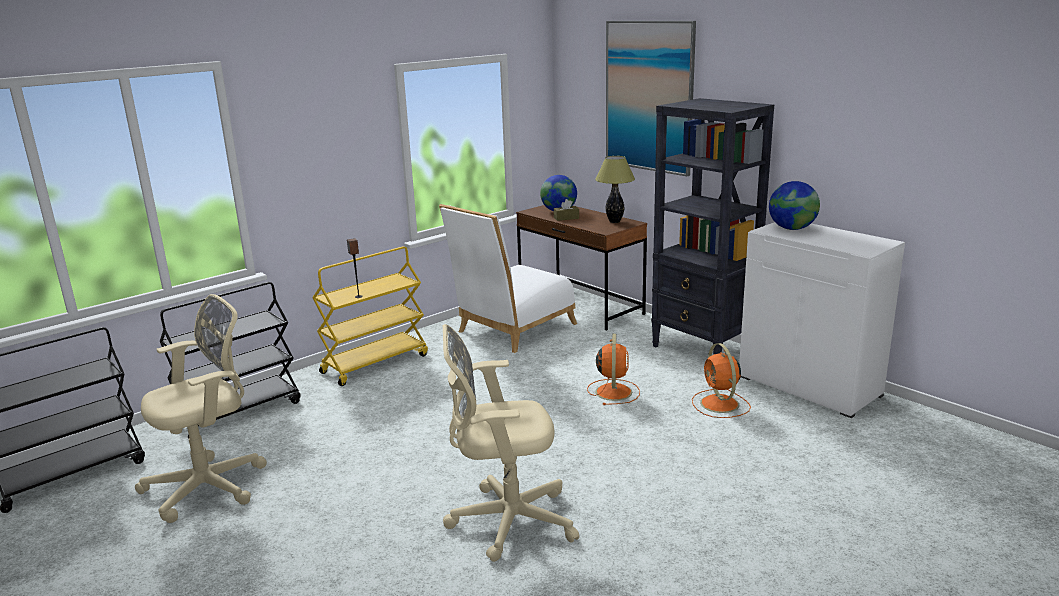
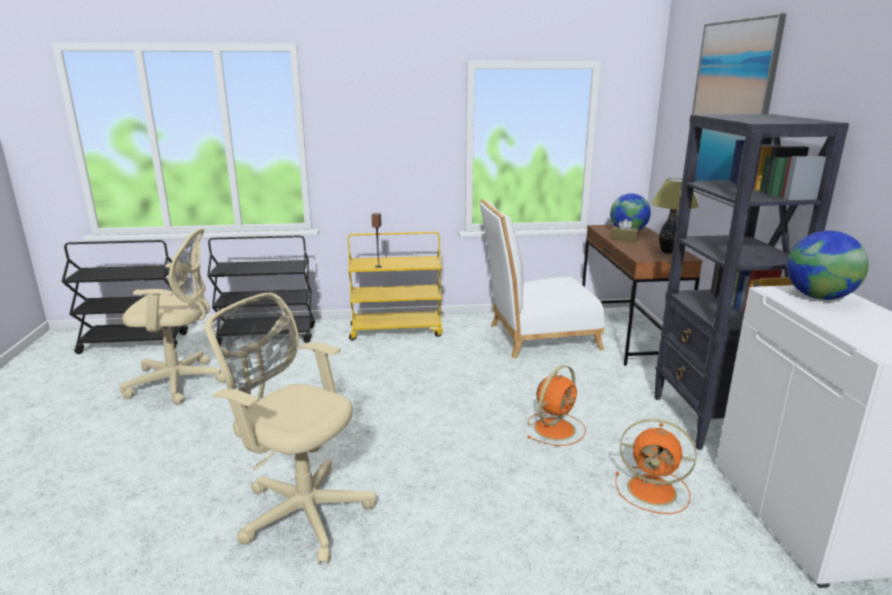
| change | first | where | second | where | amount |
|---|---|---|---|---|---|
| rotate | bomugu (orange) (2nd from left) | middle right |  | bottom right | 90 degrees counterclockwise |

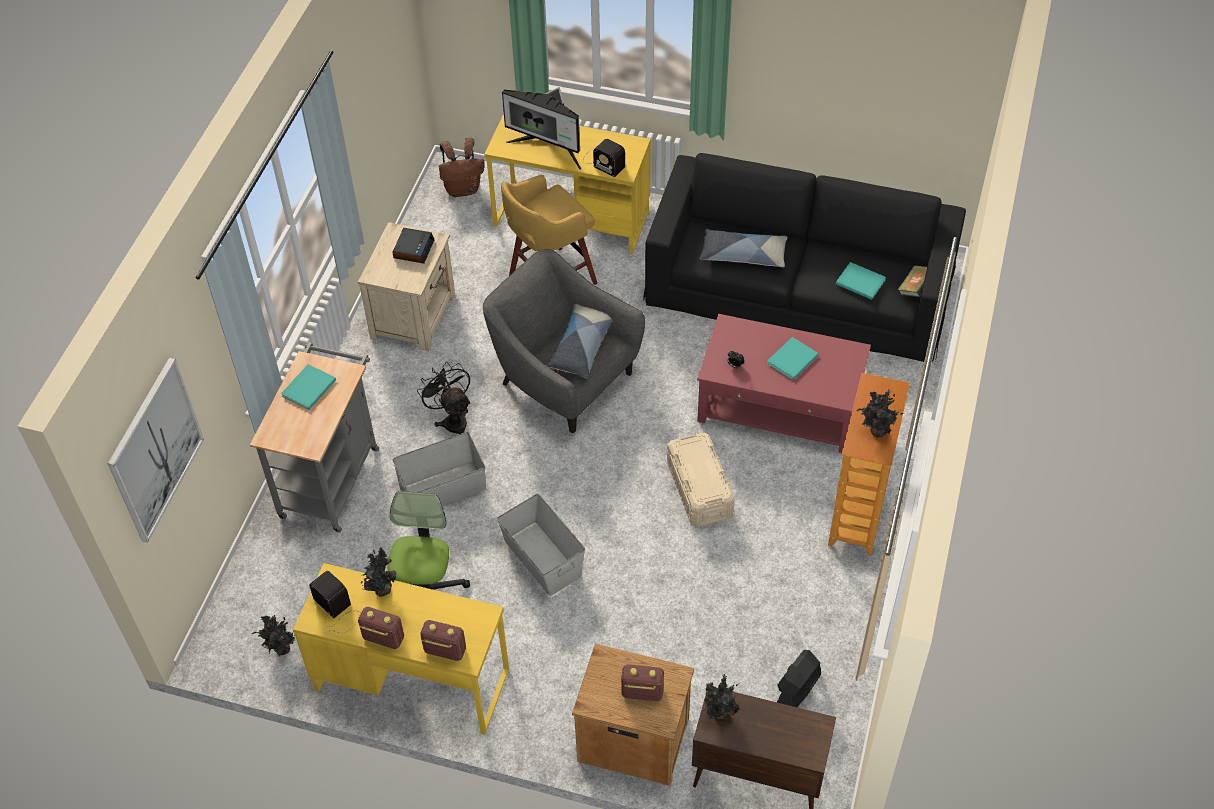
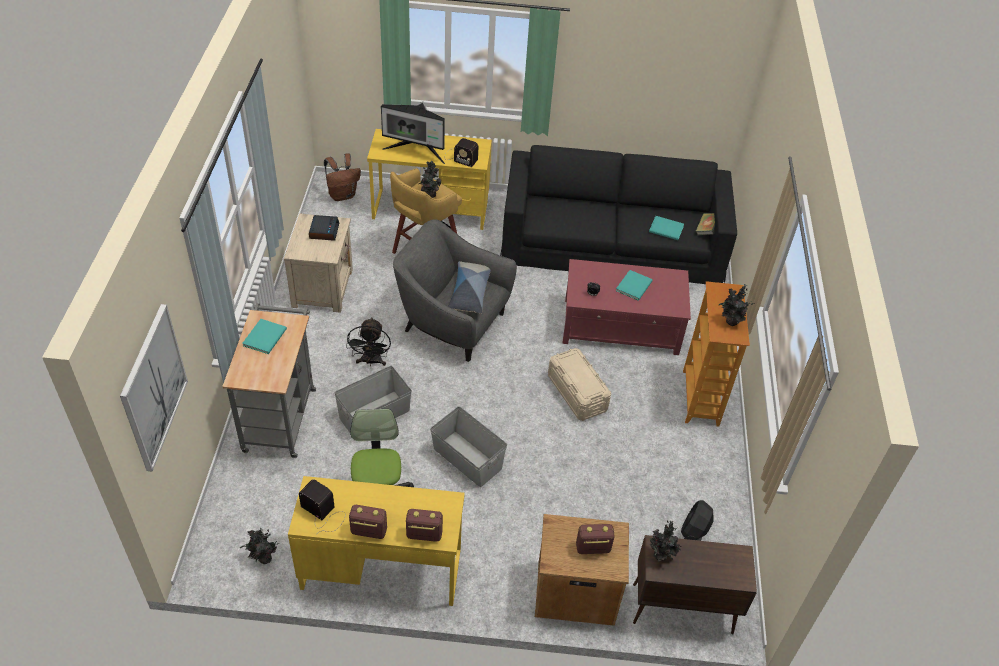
| change | first | where | second | where | amount |
|---|---|---|---|---|---|
| rotate | bomugu (black) (1st from left) | centre |  | centre | 135 degrees counterclockwise |
| move | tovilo (2nd from left) | bottom left |  | top centre |  |
| delete | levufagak (2nd from left) | top centre |  |  |  |

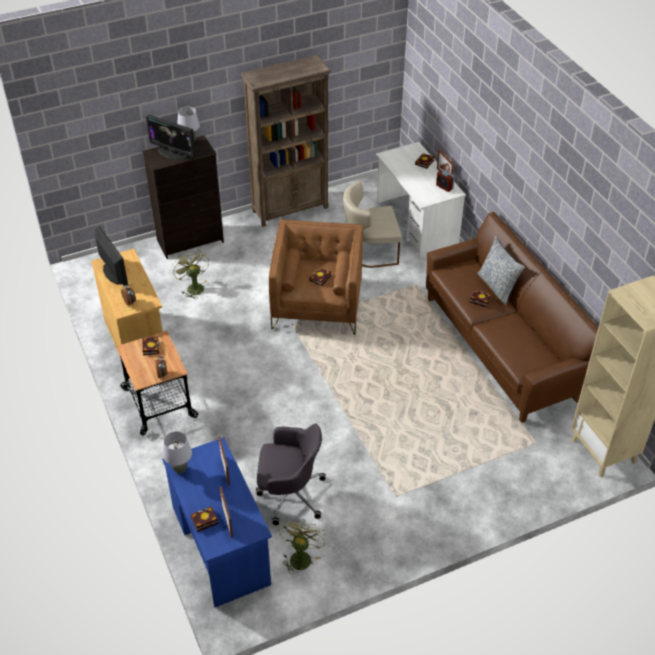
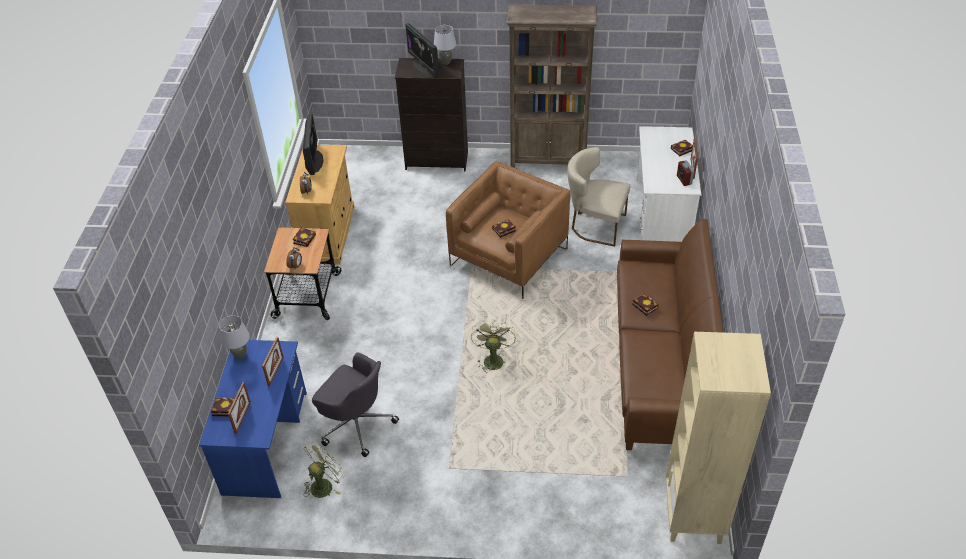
| change | first | where | second | where | amount |
|---|---|---|---|---|---|
| move | bomugu (green) (1st from left in the first image) | middle left | bomugu (green) (2nd from left) | centre |  |
| delete | levufagak | middle right |  |  |  |

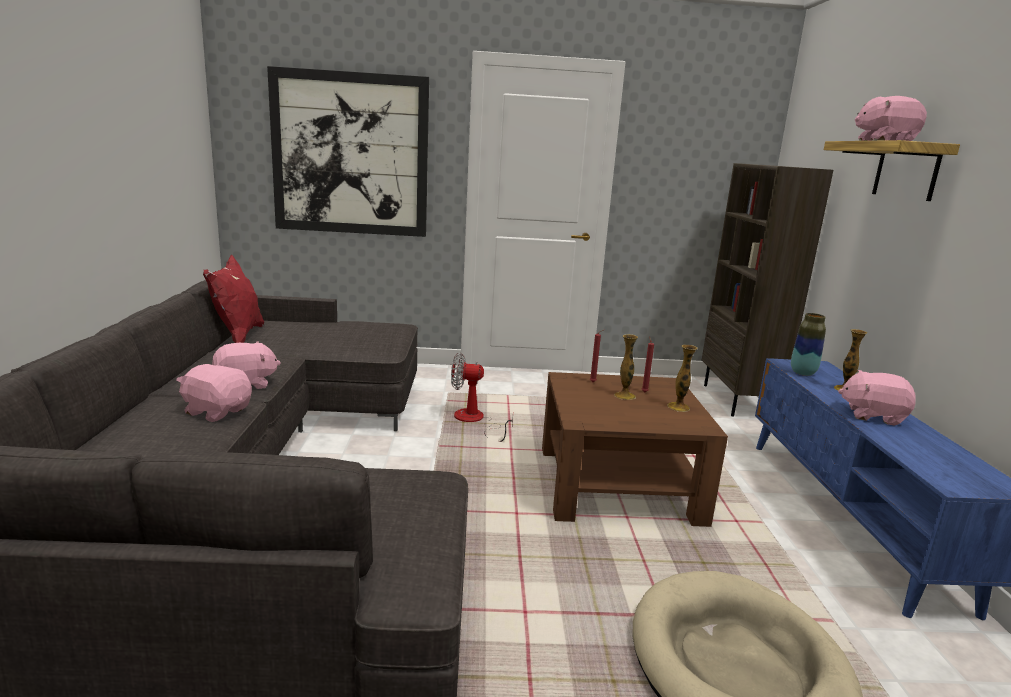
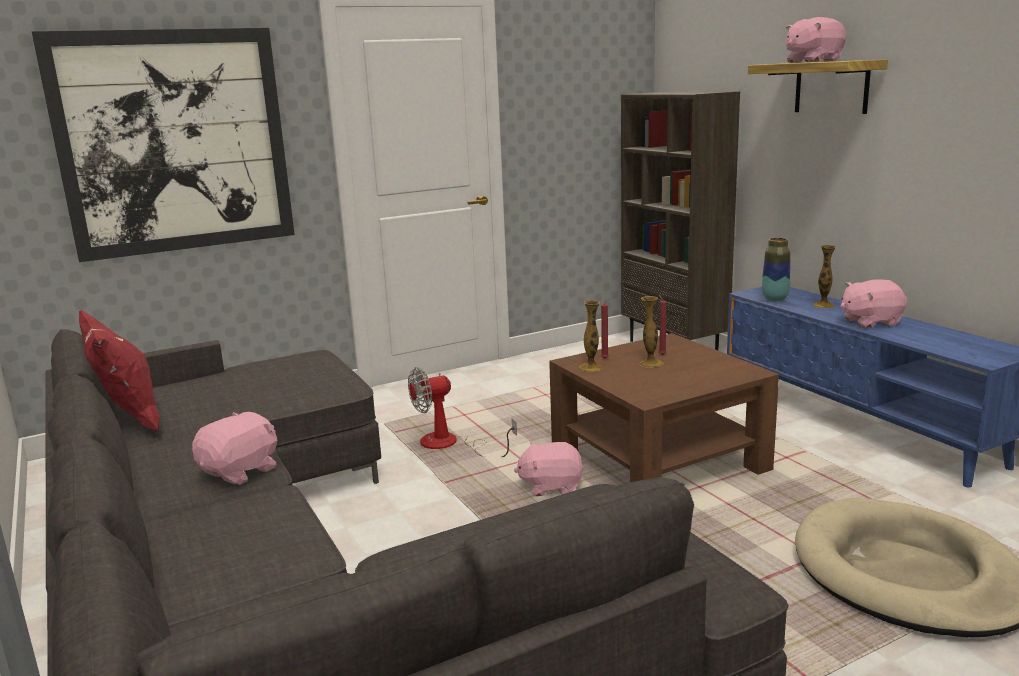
| change | first | where | second | where | amount |
|---|---|---|---|---|---|
| move | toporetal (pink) (1st from left in the first image) | middle left | toporetal (pink) (2nd from left) | bottom centre |  |
| move | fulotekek (2nd from left in the first image) | middle right | fulotekek (1st from left) | centre |  |

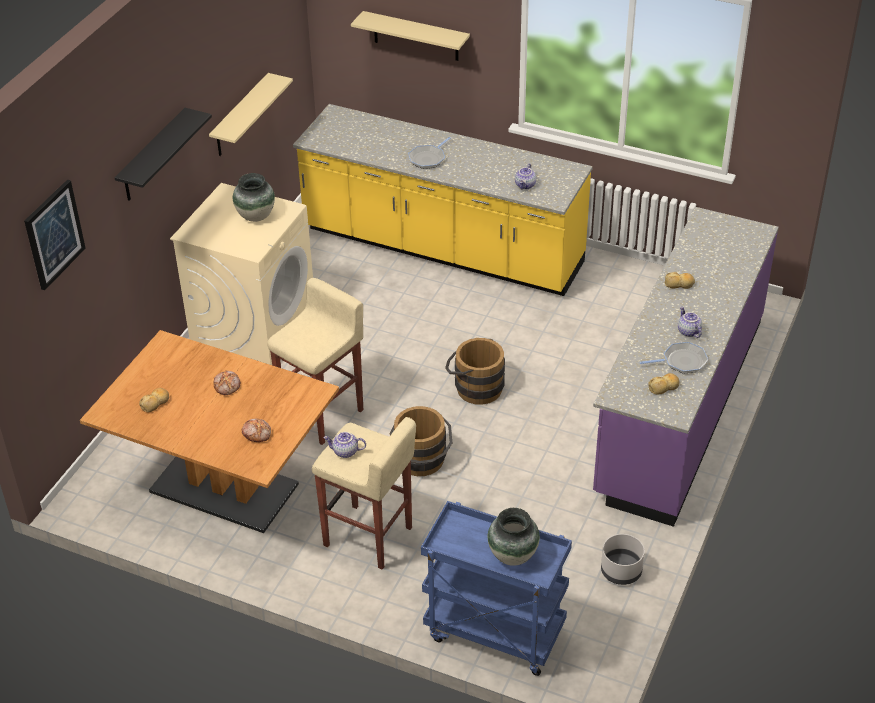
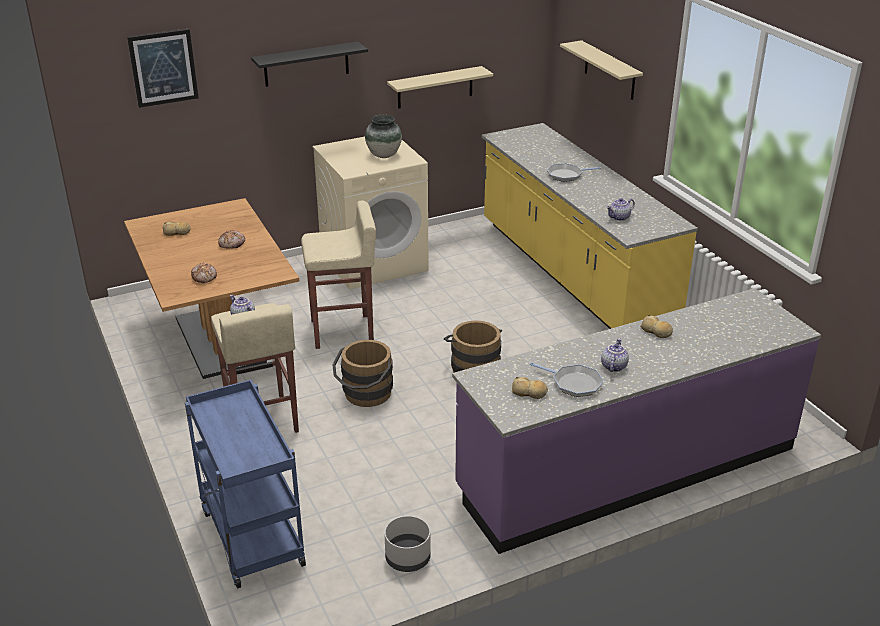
| change | first | where | second | where | amount |
|---|---|---|---|---|---|
| delete | fulotekek (2nd from left) | bottom centre |  |  |  |

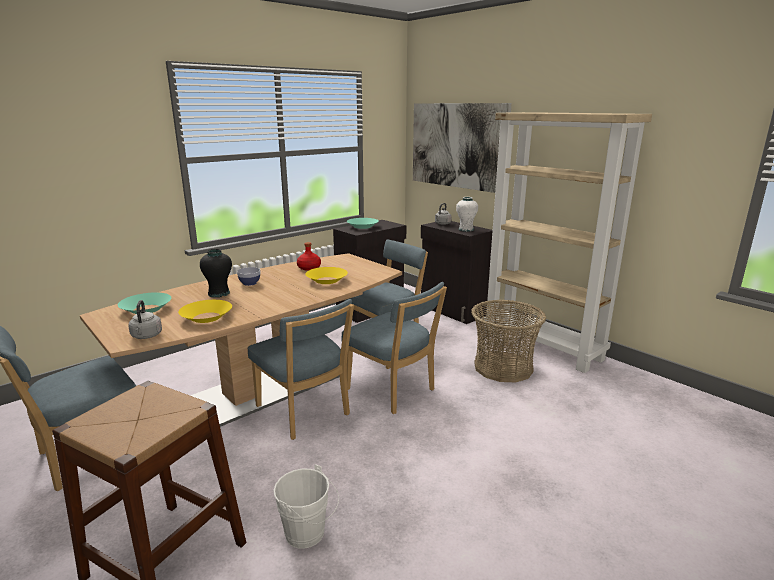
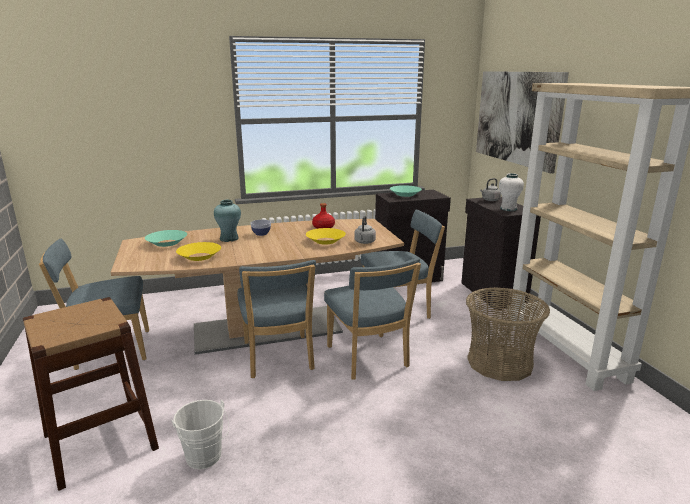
| change | first | where | second | where | amount |
|---|---|---|---|---|---|
| recolor | fulotekek (black) | middle left | fulotekek (turquoise) | middle left |  |
| move | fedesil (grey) (1st from left) | middle left |  | centre |  |

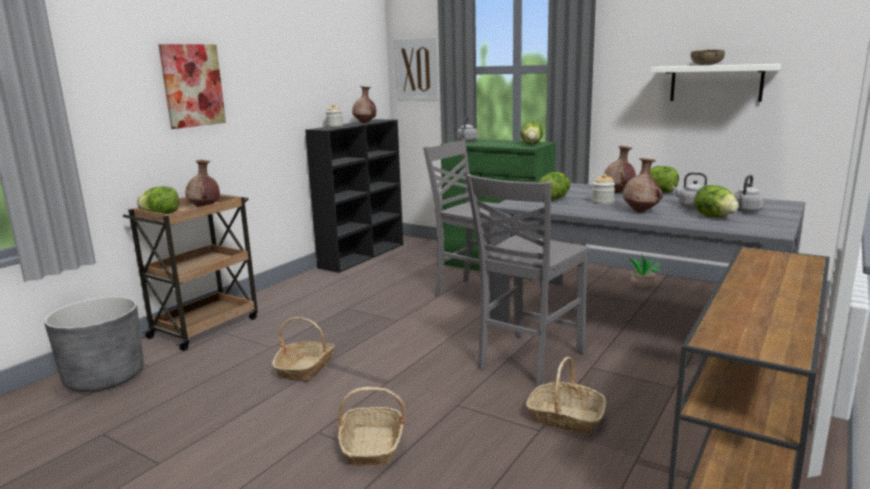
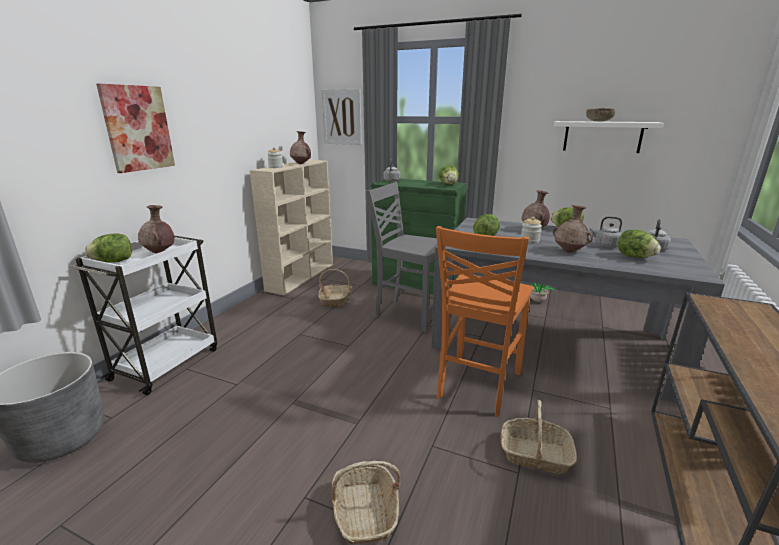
| change | first | where | second | where | amount |
|---|---|---|---|---|---|
| recolor | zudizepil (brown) | middle left | zudizepil (white) | middle left |  |
| recolor | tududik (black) | centre | tududik (beige) | centre |  |
| move | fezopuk (1st from left) | bottom centre |  | centre |  |
| recolor | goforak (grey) (2nd from left) | centre | goforak (orange) | centre |  |

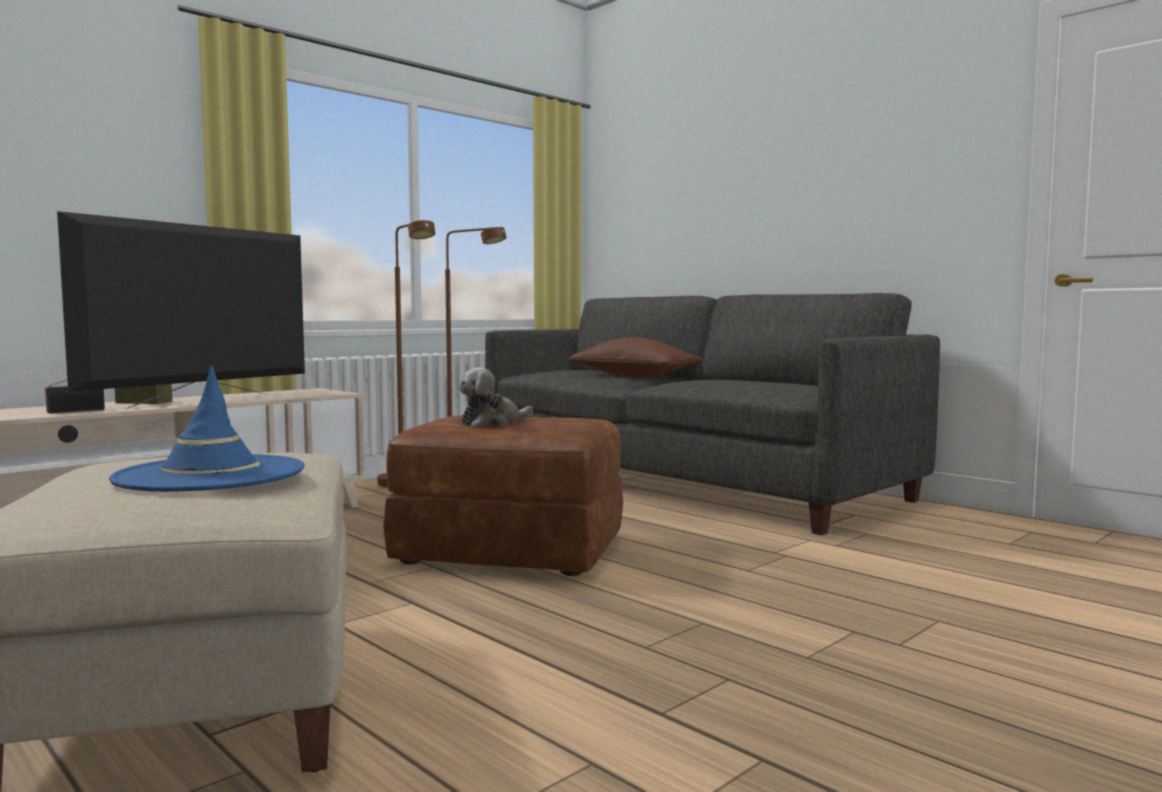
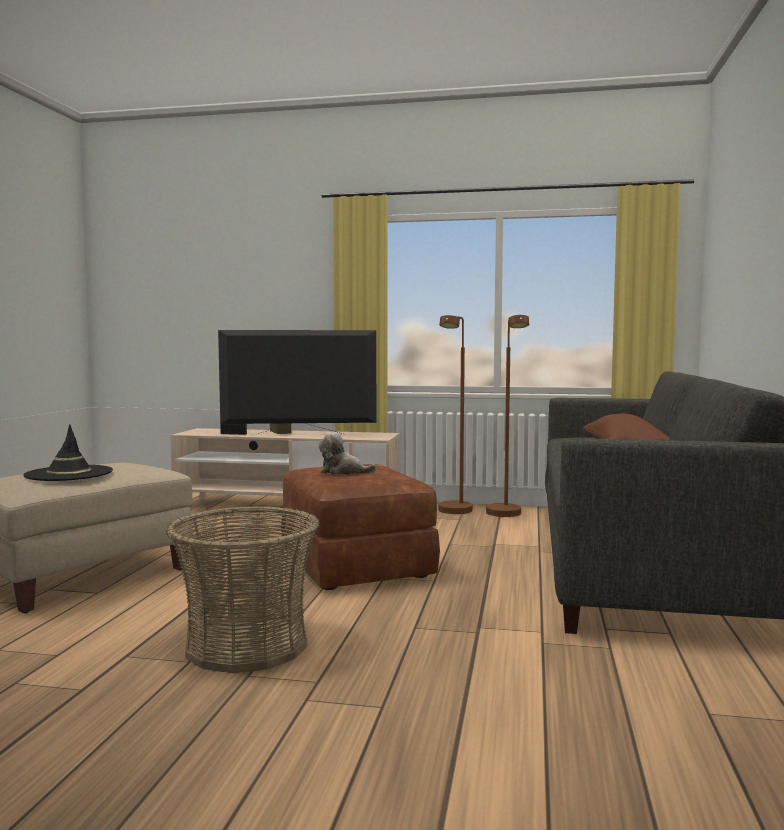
| change | first | where | second | where | amount |
|---|---|---|---|---|---|
| recolor | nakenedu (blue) | middle left | nakenedu (black) | middle left |  |
| insert |  |  | fezopuk | bottom left |  |

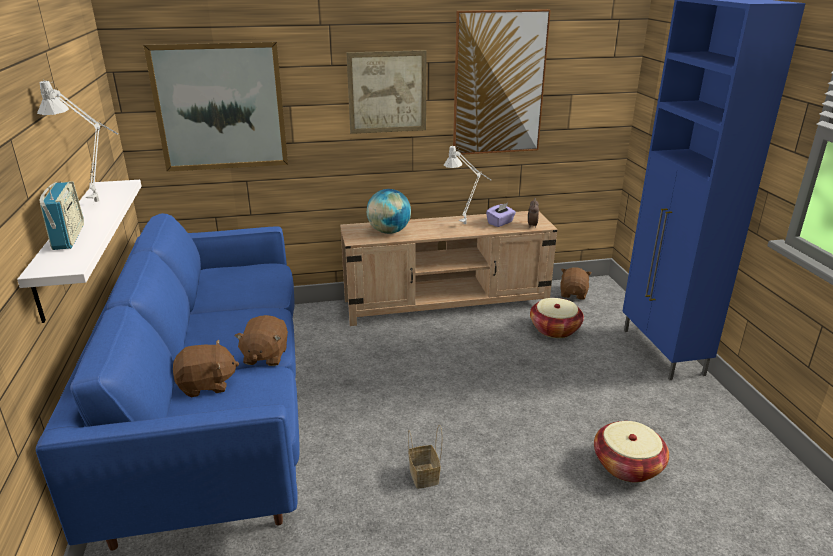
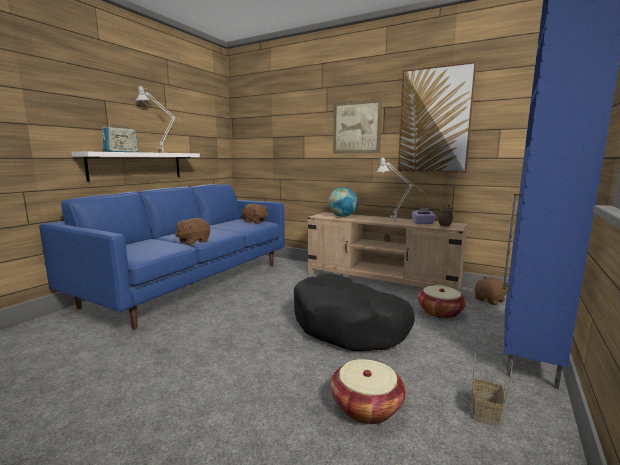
| change | first | where | second | where | amount |
|---|---|---|---|---|---|
| move | toporetal (brown) (1st from left in the first image) | middle left | toporetal (brown) (2nd from left) | centre |  |
| insert |  |  | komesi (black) | bottom centre |  |
| move | fezopuk (1st from left in the first image) | bottom centre | fezopuk (3rd from left) | bottom right |  |
| delete | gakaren (1st from left) | top left |  |  |  |

